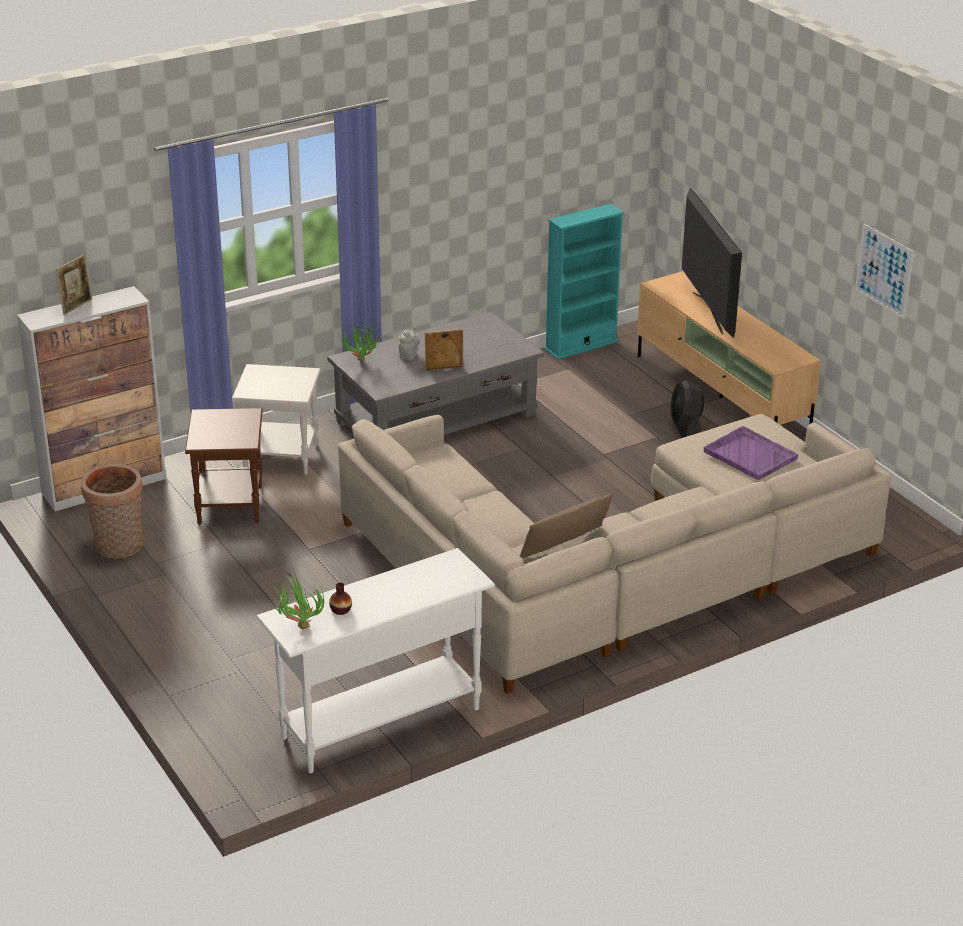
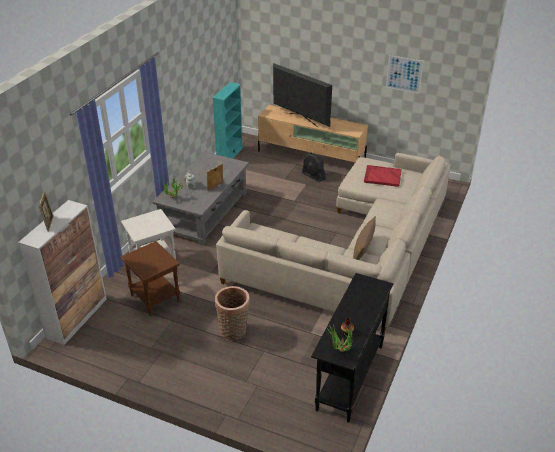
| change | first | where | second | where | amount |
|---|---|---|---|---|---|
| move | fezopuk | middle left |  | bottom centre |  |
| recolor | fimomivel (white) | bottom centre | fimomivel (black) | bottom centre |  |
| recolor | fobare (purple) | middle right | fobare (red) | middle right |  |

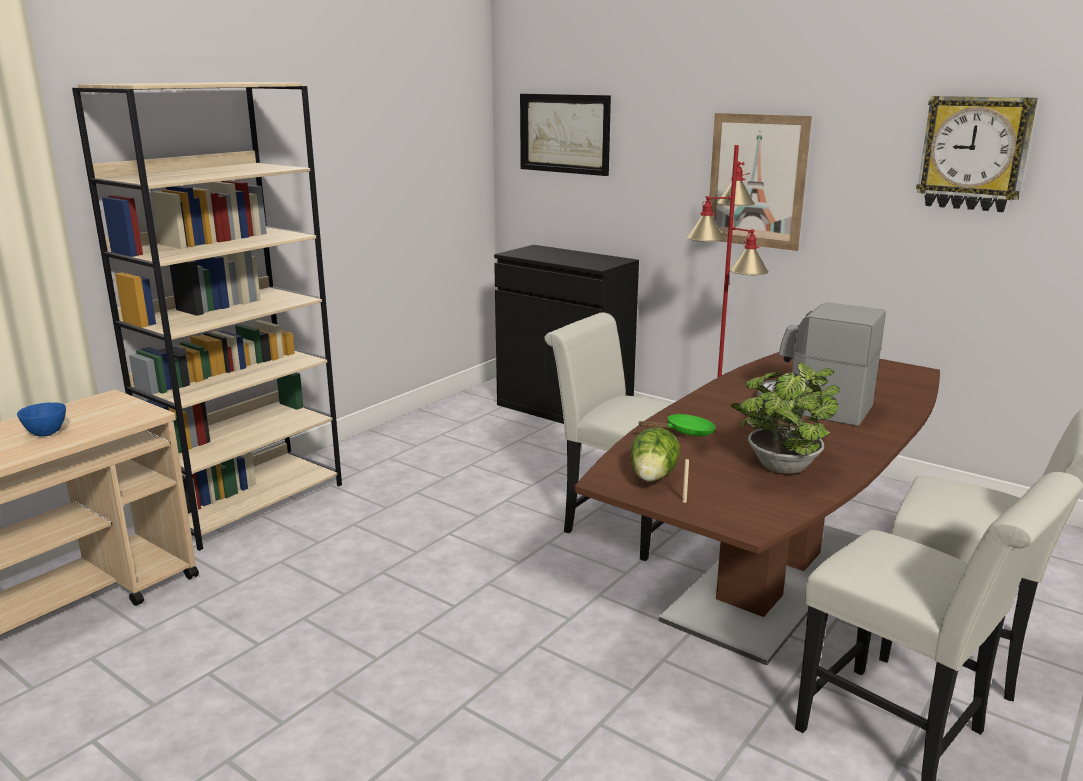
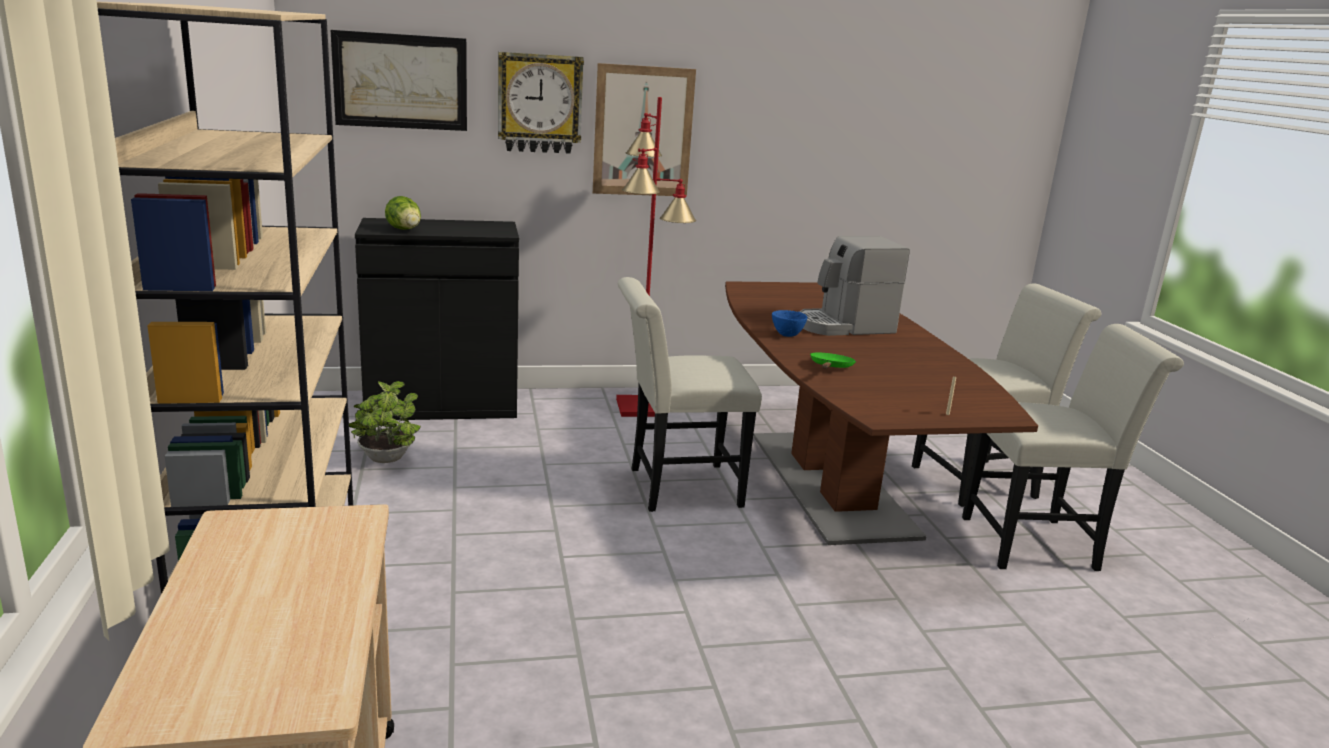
| change | first | where | second | where | amount |
|---|---|---|---|---|---|
| move | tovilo | middle right |  | middle left |  |
| move | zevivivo | centre |  | top left |  |
| move | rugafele | top right |  | top centre |  |
| move | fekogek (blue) | middle left |  | centre |  |

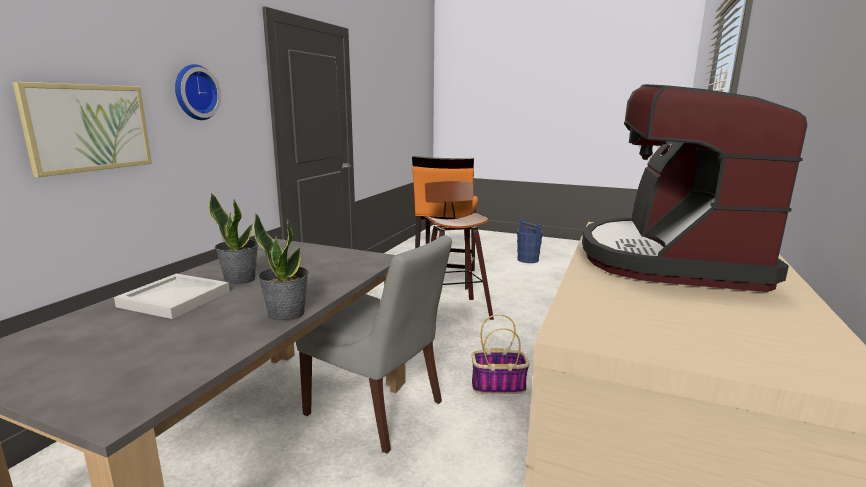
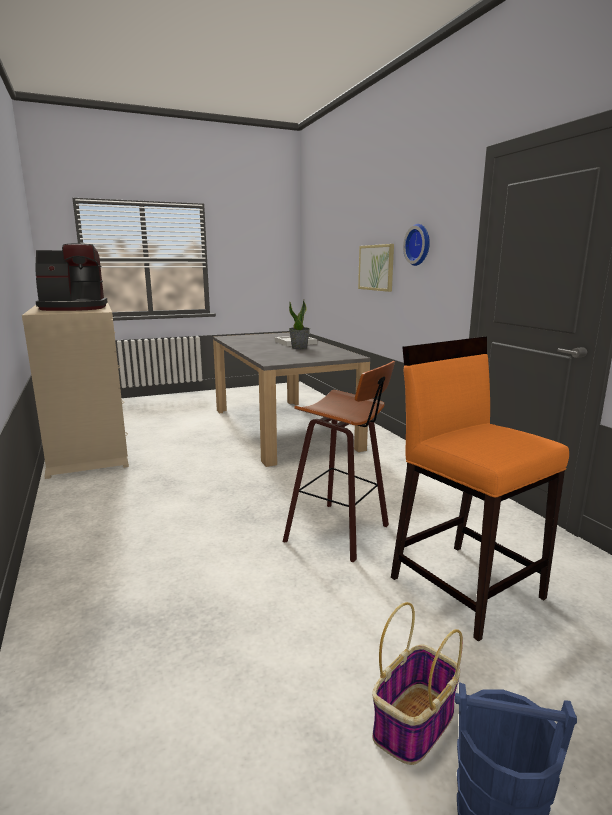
| change | first | where | second | where | amount |
|---|---|---|---|---|---|
| rotate | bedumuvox | middle right |  | middle left | 105 degrees clockwise |
| move | fezopuk | bottom centre |  | bottom right |  |
| delete | tovilo (2nd from left) | middle left |  |  |  |
| delete | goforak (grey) | bottom centre |  |  |  |

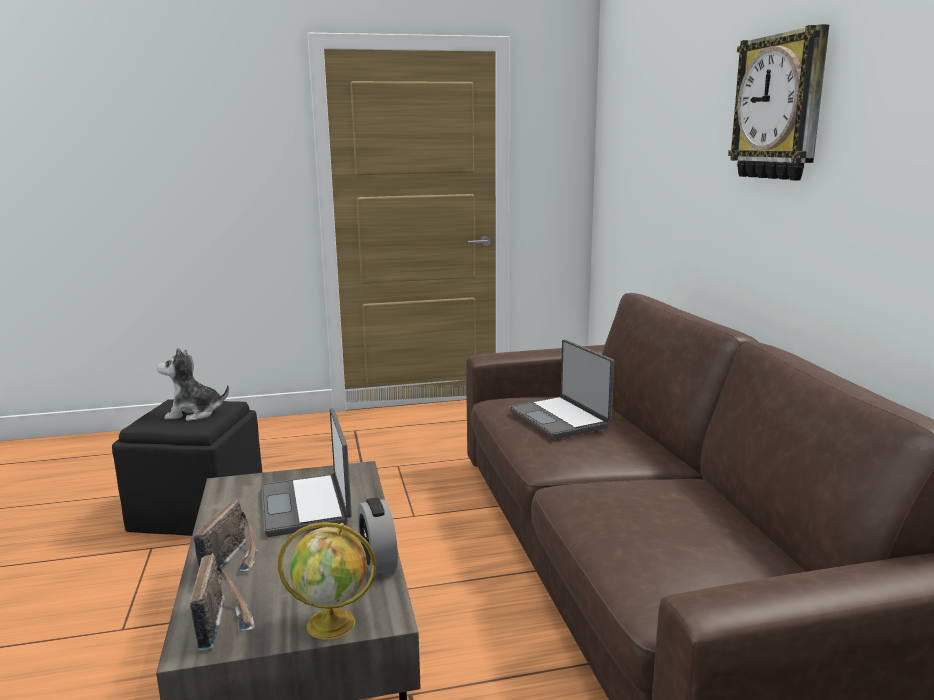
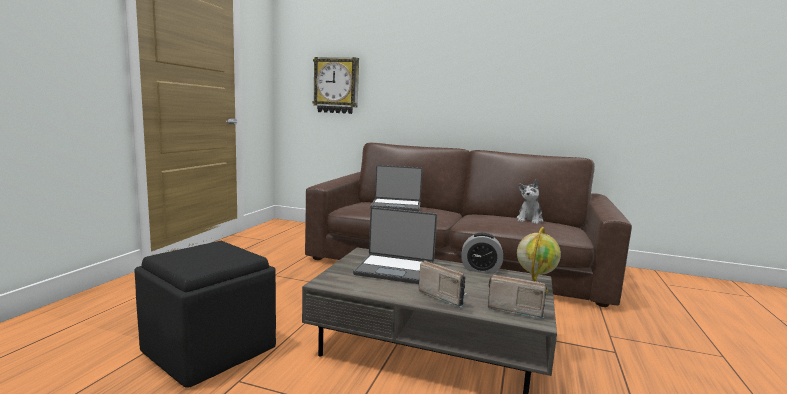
| change | first | where | second | where | amount |
|---|---|---|---|---|---|
| move | rugafele | top right |  | top centre |  |
| move | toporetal | middle left |  | middle right |  |

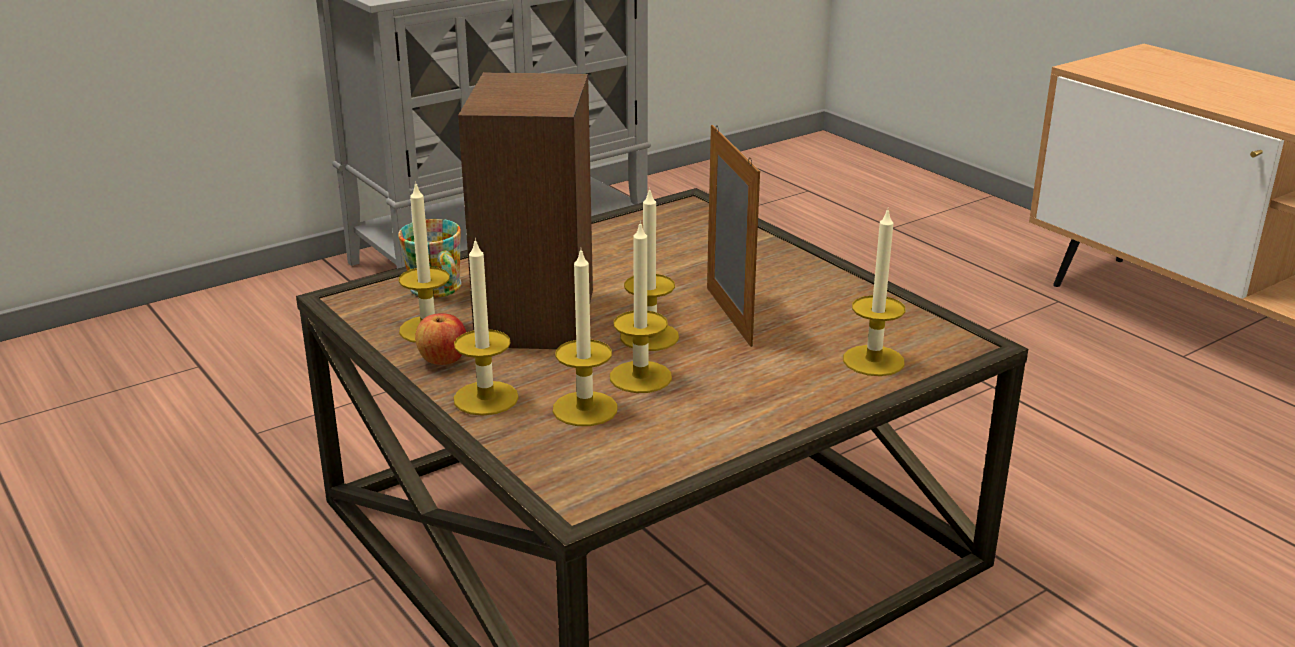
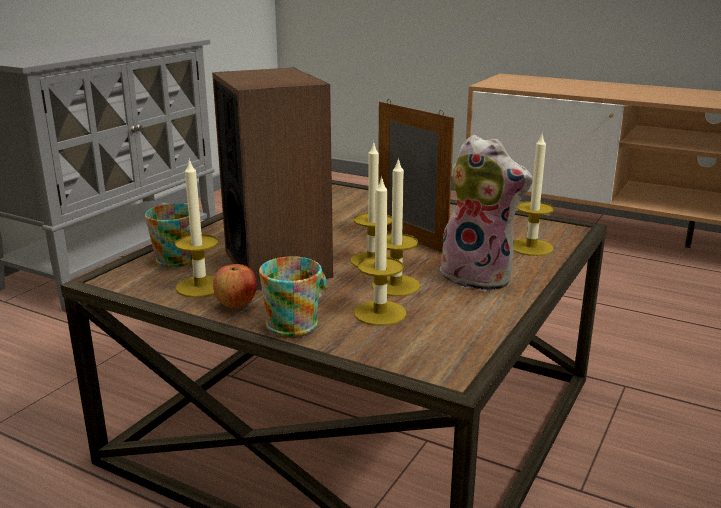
| change | first | where | second | where | amount |
|---|---|---|---|---|---|
| replace | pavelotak (2nd from left) | centre | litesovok (2nd from left) | centre |  |
| insert |  |  | toporetal | middle right |  |

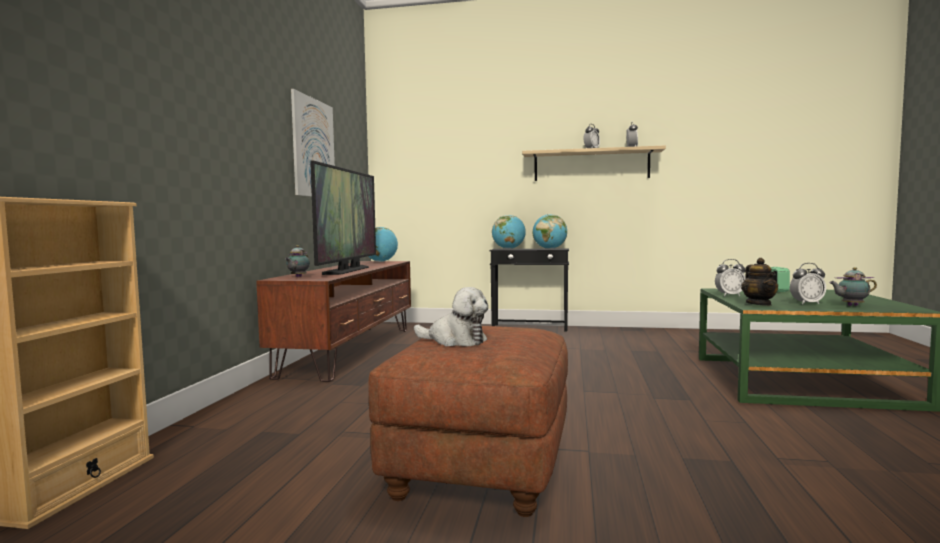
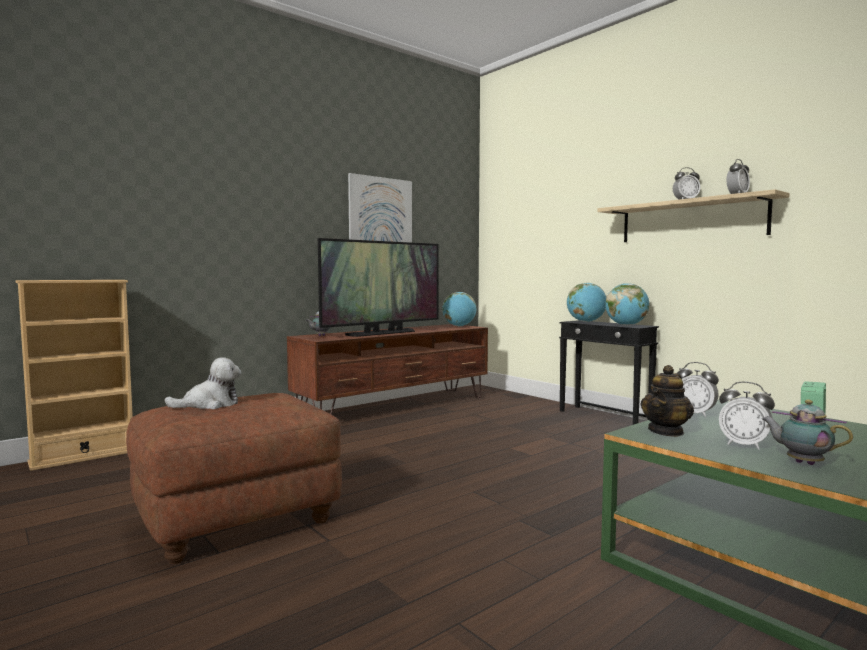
| change | first | where | second | where | amount |
|---|---|---|---|---|---|
| rotate | toporetal | centre |  | middle left | 90 degrees counterclockwise |

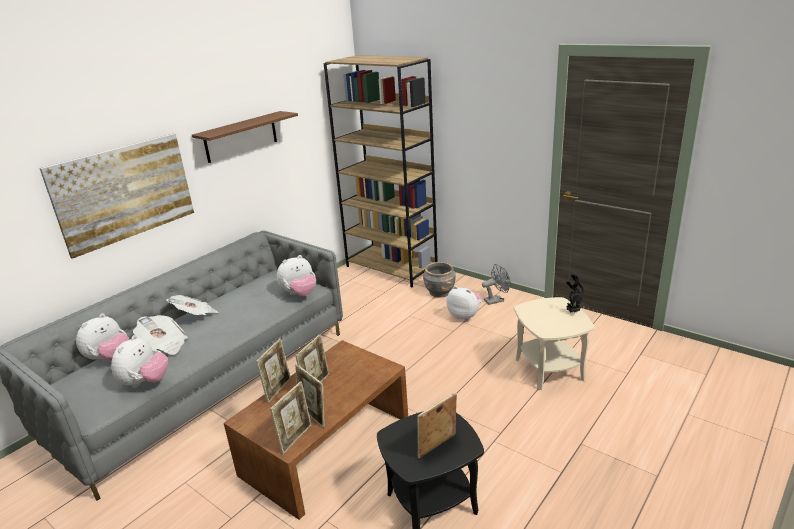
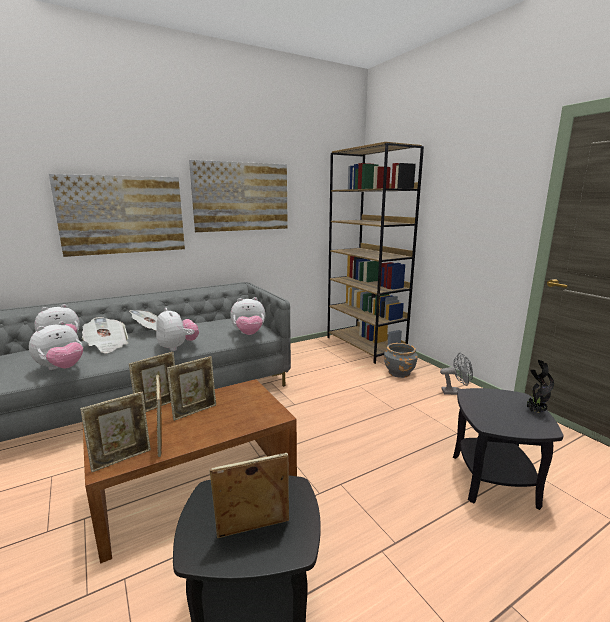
| change | first | where | second | where | amount |
|---|---|---|---|---|---|
| move | toporetal (4th from left in the first image) | centre | toporetal (3rd from left) | middle left |  |
| replace | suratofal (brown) | top left | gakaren (2nd from left) | top centre |  |
| recolor | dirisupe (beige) | middle right | dirisupe (black) (2nd from left) | bottom right |  |

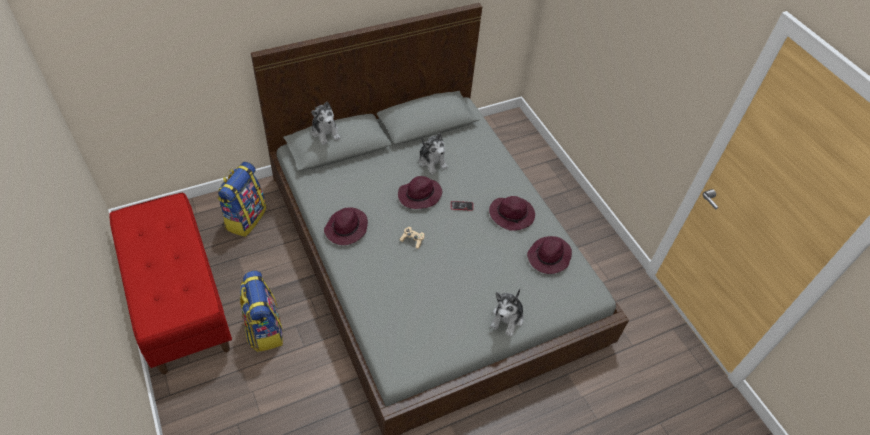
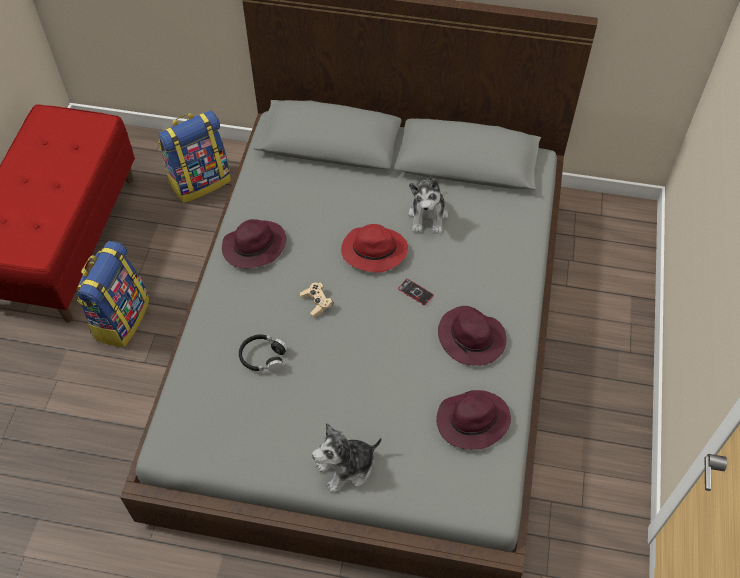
| change | first | where | second | where | amount |
|---|---|---|---|---|---|
| insert |  |  | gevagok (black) | centre |  |
| recolor | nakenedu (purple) (2nd from left) | centre | nakenedu (red) | centre |  |
| delete | toporetal (1st from left) | top centre |  |  |  |

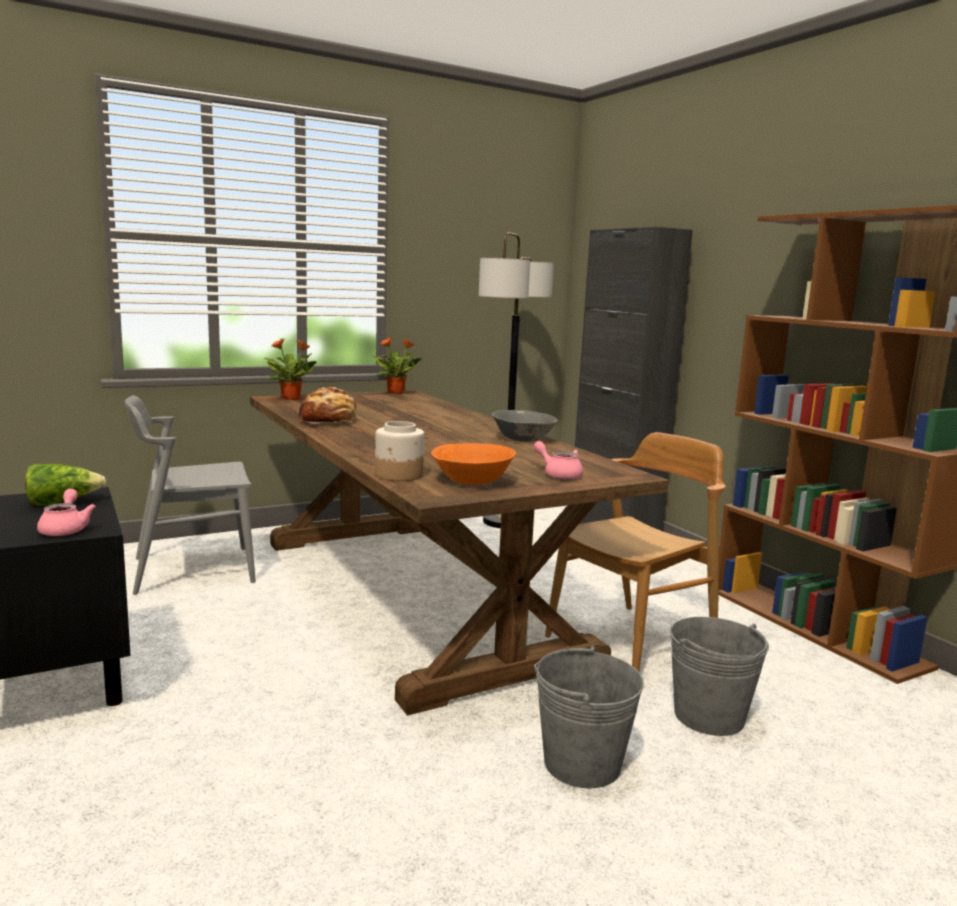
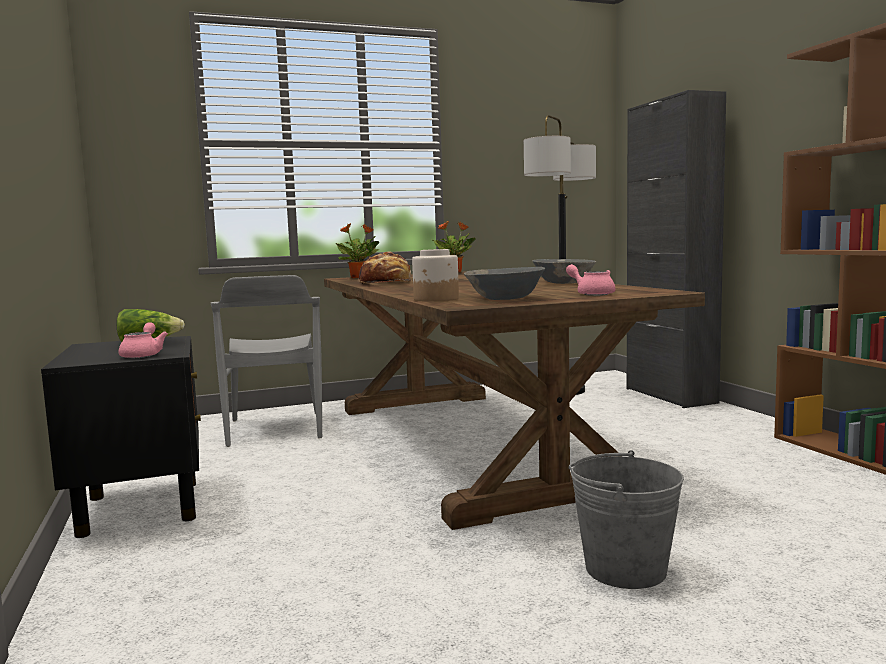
| change | first | where | second | where | amount |
|---|---|---|---|---|---|
| rotate | goforak (grey) | middle left |  | middle left | 90 degrees counterclockwise |
| recolor | fekogek (orange) | centre | fekogek (grey) (1st from left) | centre |  |
| delete | goforak (brown) | centre |  |  |  |
| delete | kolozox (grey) (2nd from left) | bottom right |  |  |  |

